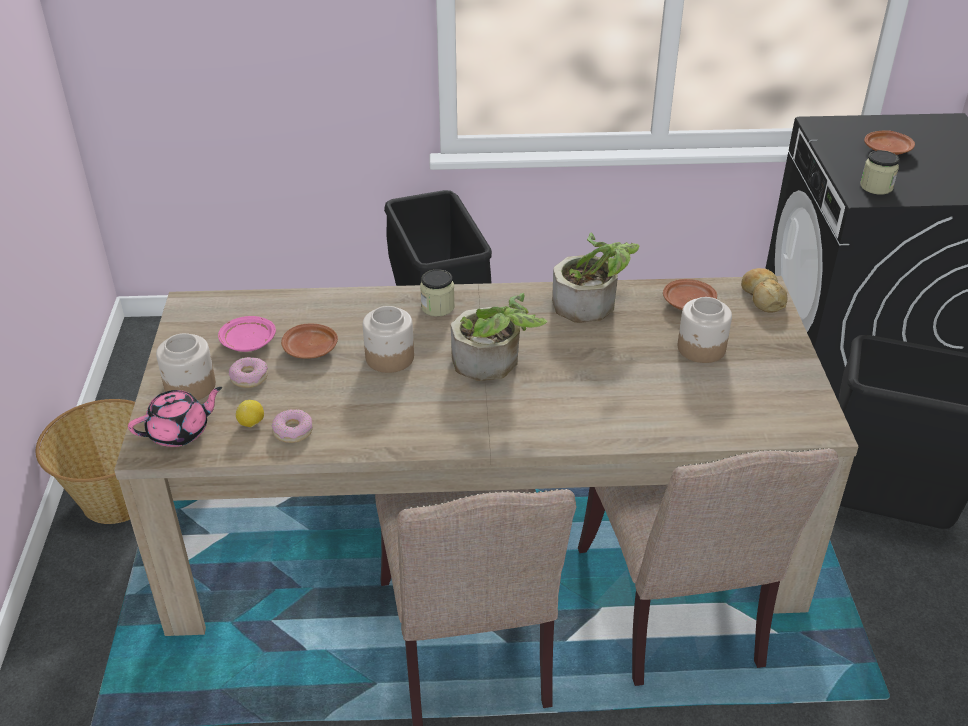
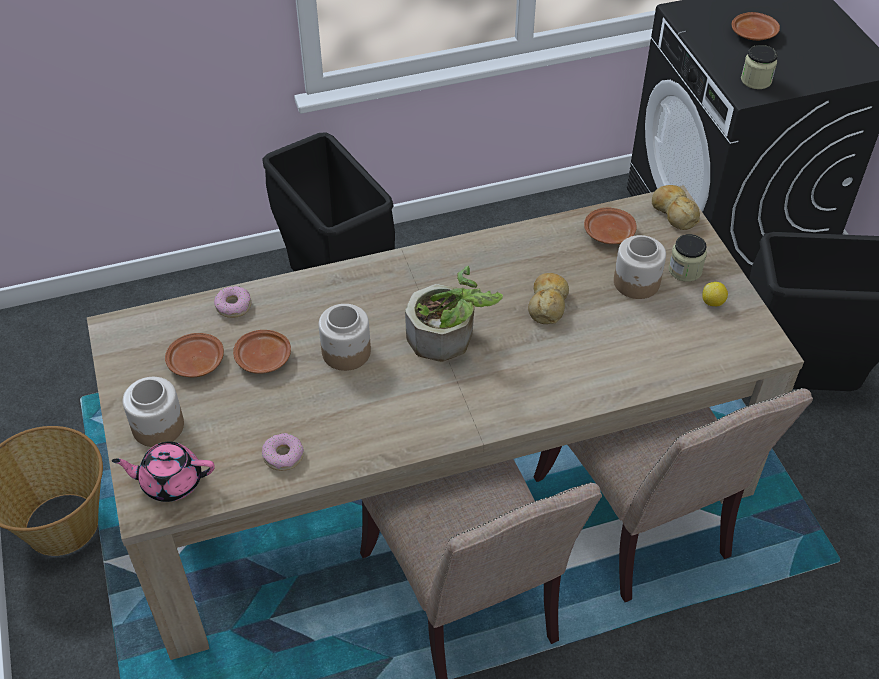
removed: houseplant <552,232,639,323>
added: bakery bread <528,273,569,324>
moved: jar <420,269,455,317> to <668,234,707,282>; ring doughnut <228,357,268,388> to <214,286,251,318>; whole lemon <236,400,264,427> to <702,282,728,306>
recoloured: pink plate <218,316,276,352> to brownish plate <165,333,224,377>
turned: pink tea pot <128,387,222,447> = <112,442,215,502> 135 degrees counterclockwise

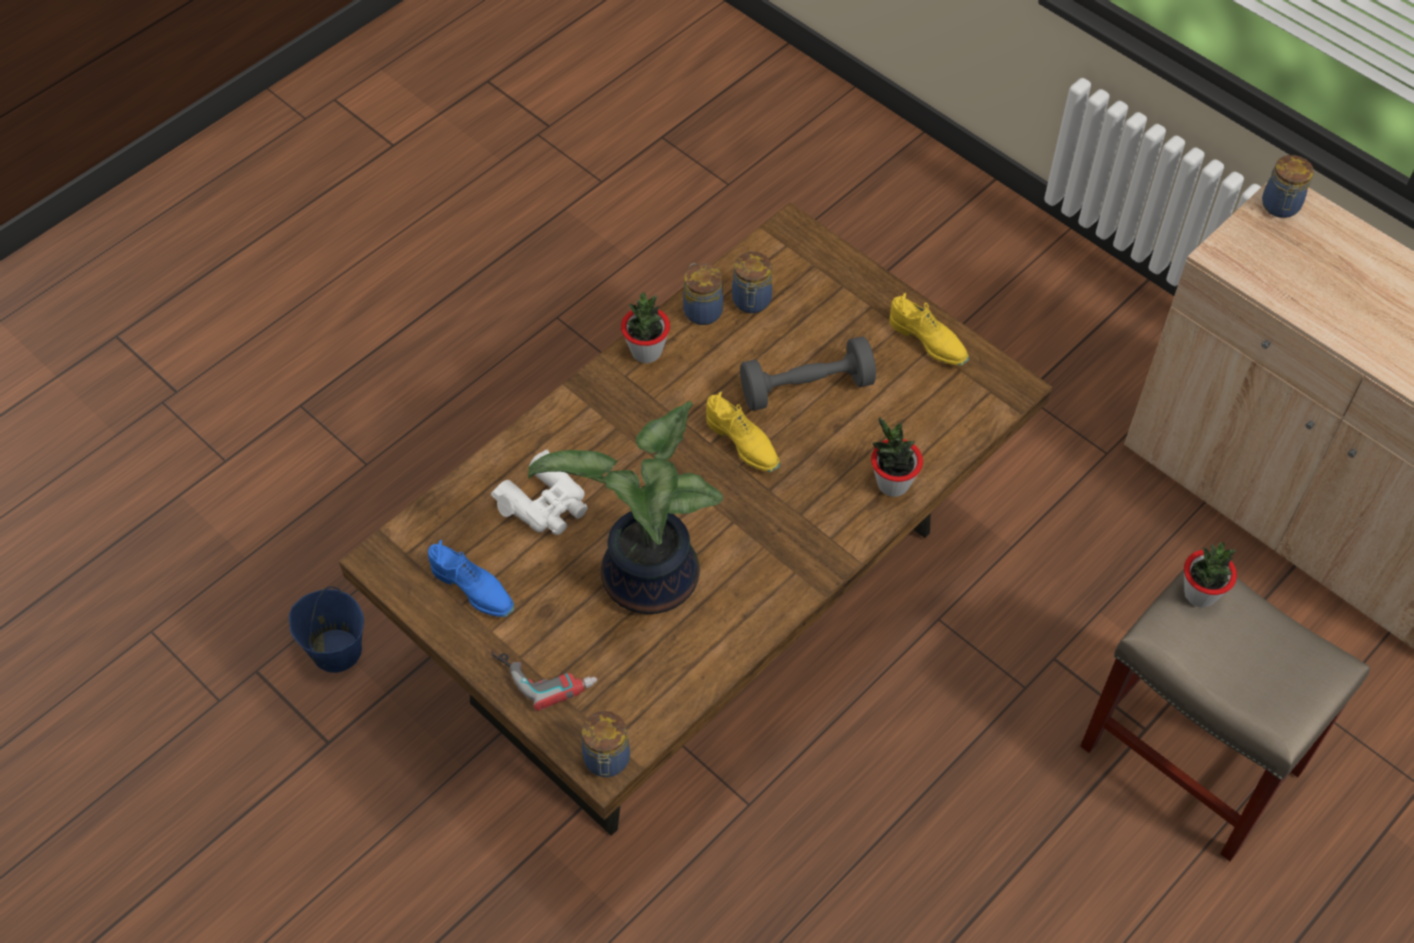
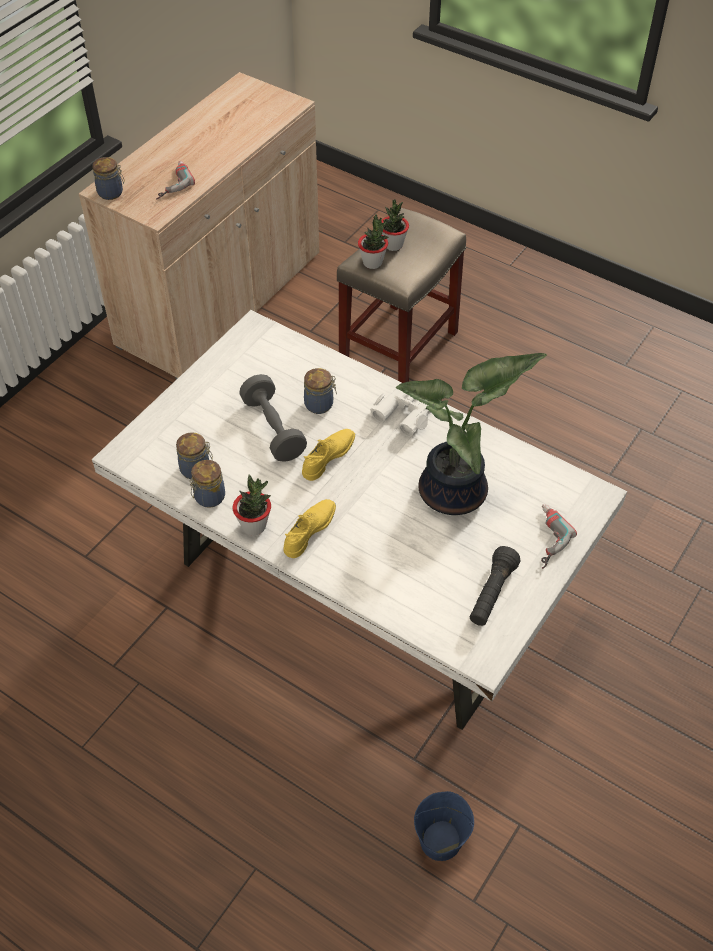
added: drill <156,161,195,200>
moved: yellowish item of footwear <889,293,969,366> to <283,499,336,558>; houseplant <871,417,923,497> to <381,199,409,251>; white field glasses <491,449,588,535> to <371,389,430,437>; jar <581,711,630,777> to <304,368,337,414>
replaced: blue item of footwear <428,540,515,617> to blackish hand torch <470,546,520,626>
recoloured: brownish dinner table <338,202,1052,836> to white dinner table <92,310,627,730>

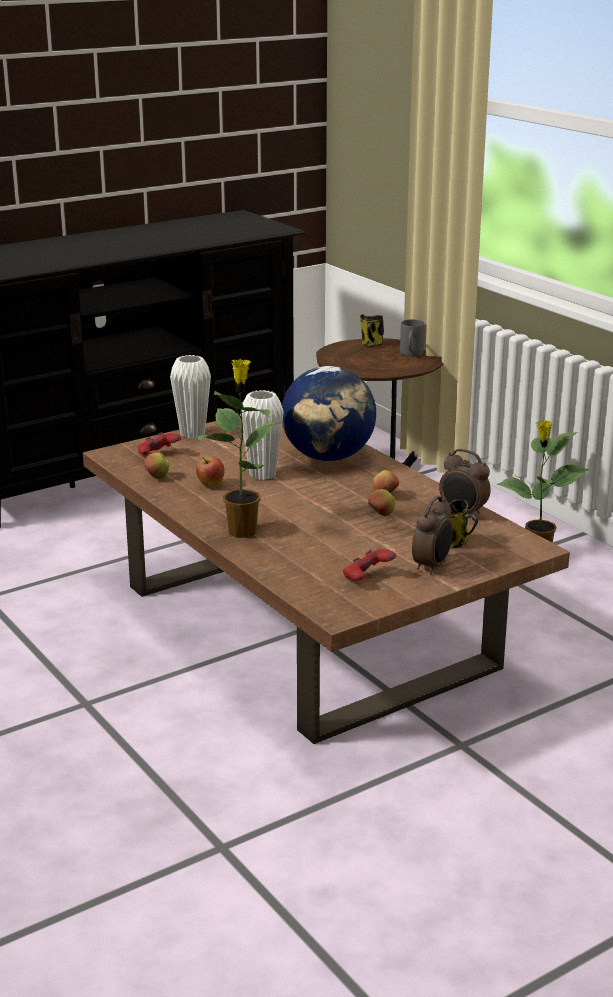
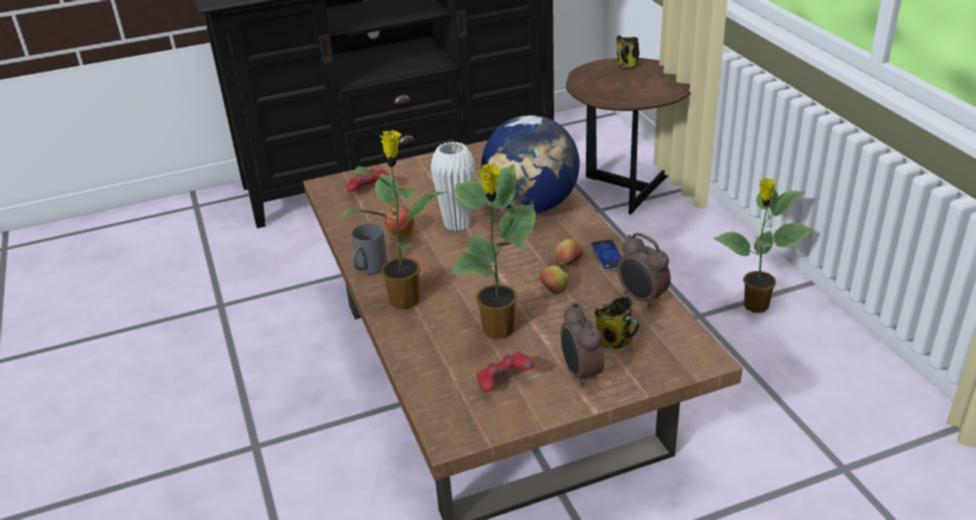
removed: white decorative vase <170,355,211,439>; apple fruit <144,453,169,479>
added: houseplant <450,164,536,339>; telephone <590,239,622,272>
moved: grey coffee mug <400,319,425,356> to <352,224,387,275>
turned: alarm clock <412,496,453,575> = <560,302,604,386> 120 degrees clockwise

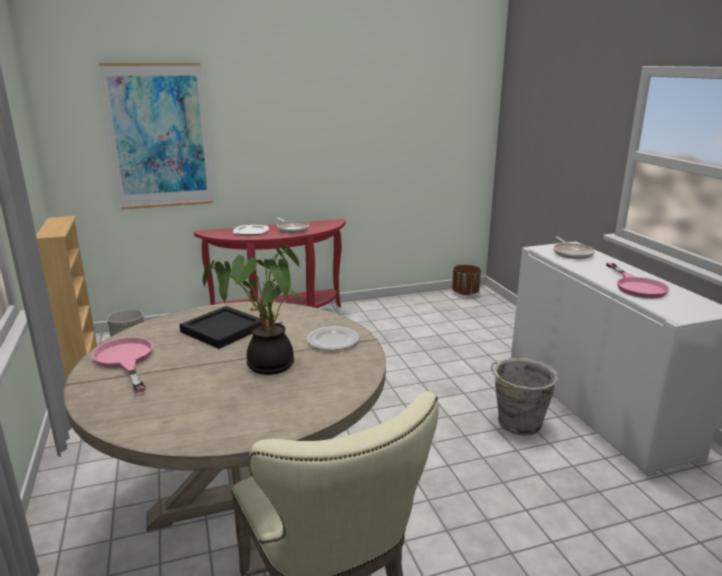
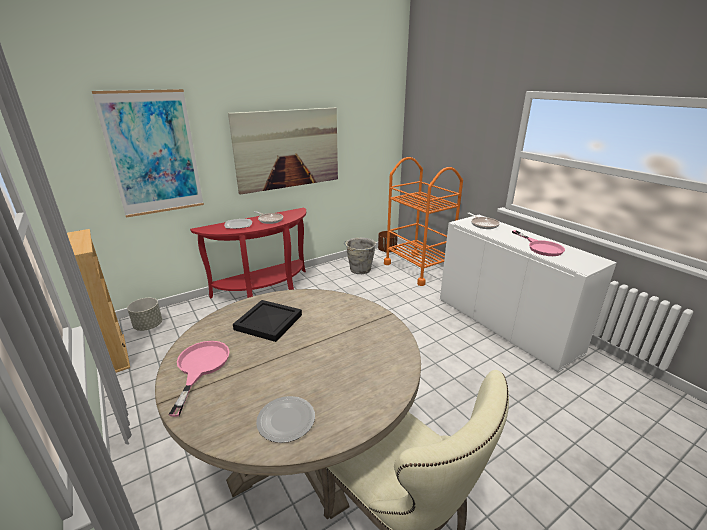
removed: houseplant <202,245,301,375>
added: picture <228,108,338,195>; orangey wheeled cart <384,157,463,286>
moved: plate <307,326,359,350> to <256,396,315,443>; grey water bucket <491,358,558,436> to <344,237,376,274>
turned: pink skillet <92,337,153,393> = <169,341,230,417> 45 degrees clockwise

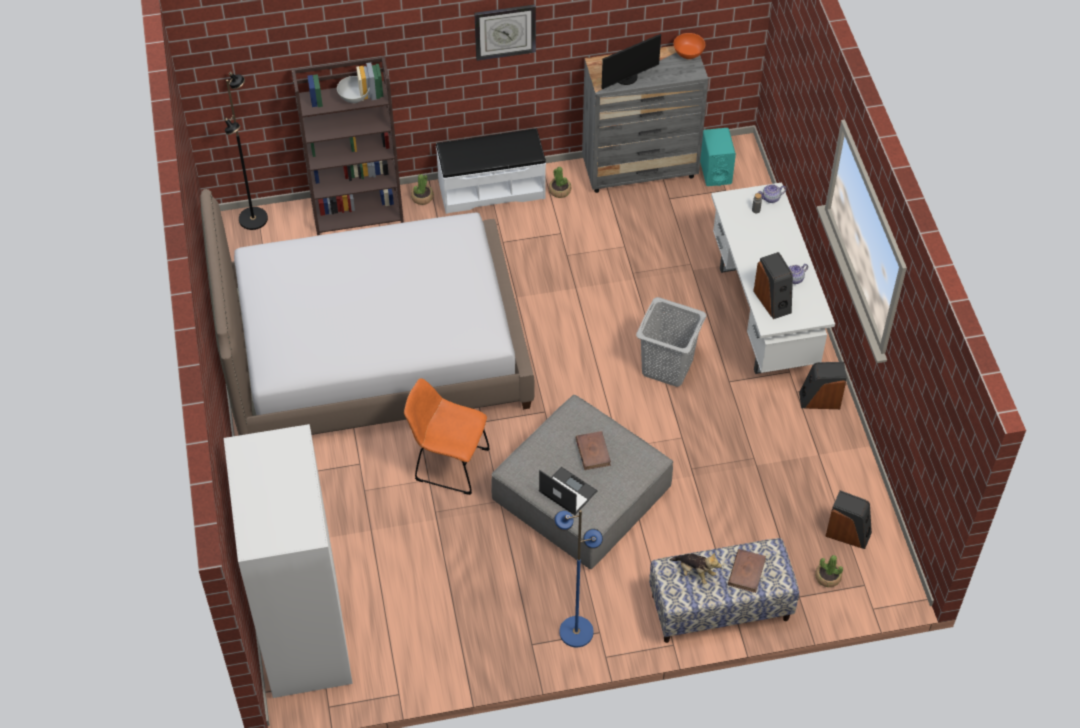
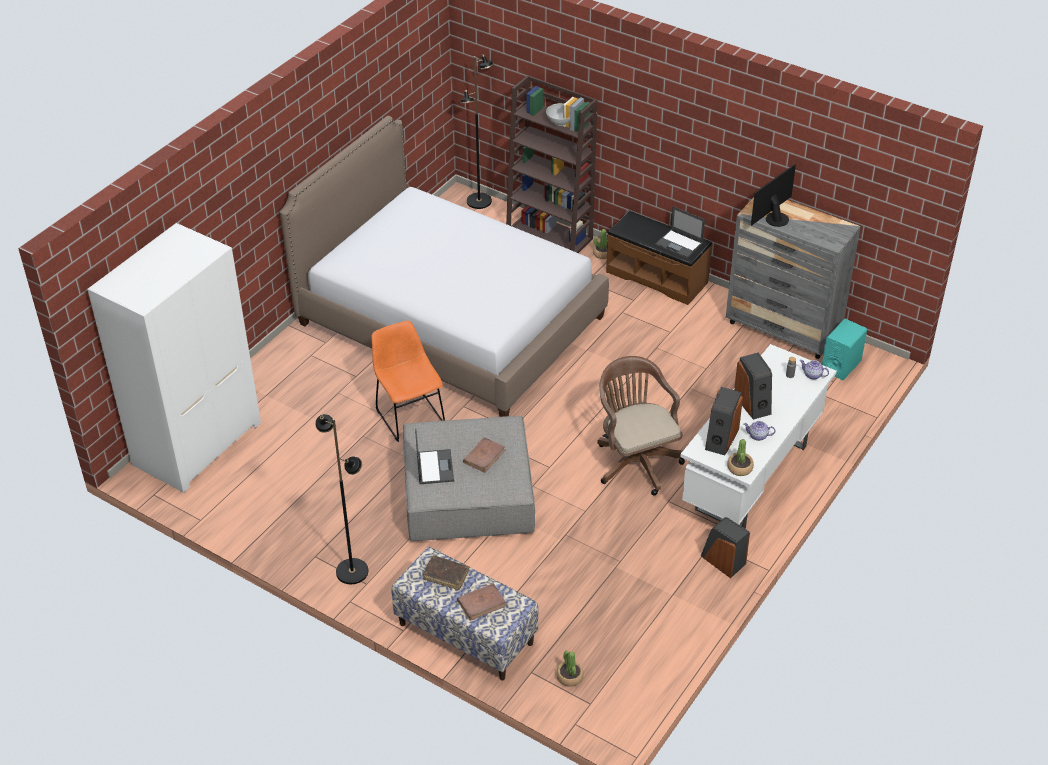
removed: wall clock <474,5,536,61>; orangey serving bowl <674,33,705,59>
added: laptop <655,206,705,258>
moved: houseplant <549,167,571,198> to <727,439,754,476>; speaker <825,490,872,549> to <734,353,772,420>
replaced: grey washing basket <636,297,706,387> to brownish office chair <597,356,685,496>; soft toy <670,553,722,585> to brownish book <423,555,470,590>
recoloured: white indoor bench <436,128,546,214> to brownish indoor bench <606,211,712,305>; blue floor lamp <554,510,603,647> to blackish floor lamp <316,414,368,584>
turned: computer display <601,34,661,89> = <751,165,796,227> 120 degrees clockwise

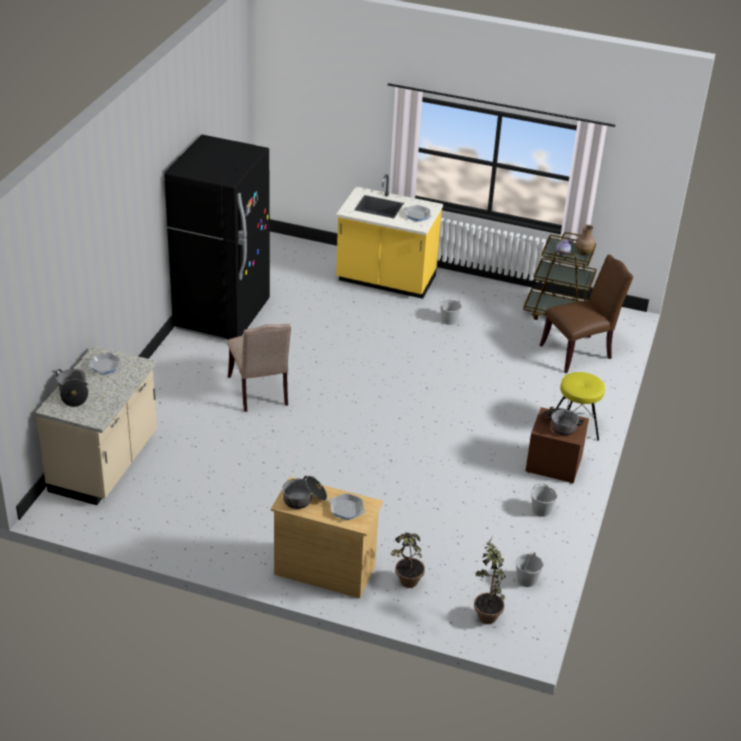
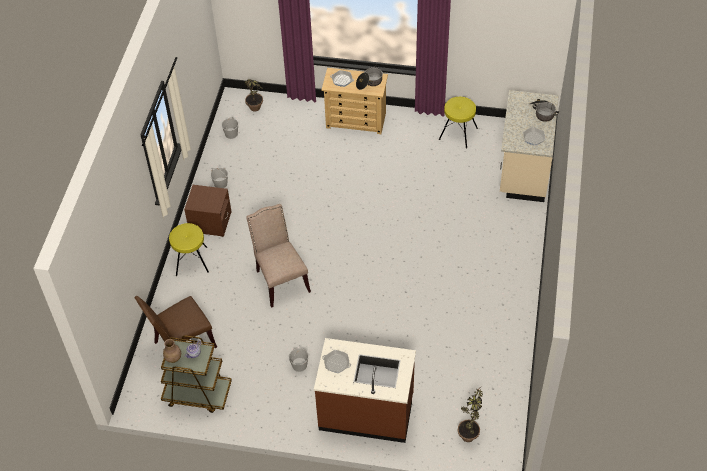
removed: blackish fridge <164,135,270,340>; stockpot <540,407,584,436>
added: yellowish stool <439,97,478,149>
moved: beige chair <228,324,291,412> to <246,204,311,308>; houseplant <391,533,425,588> to <458,385,483,442>
recoloured: yellowish kitchen base unit <336,174,443,299> to brownish kitchen base unit <314,338,416,443>

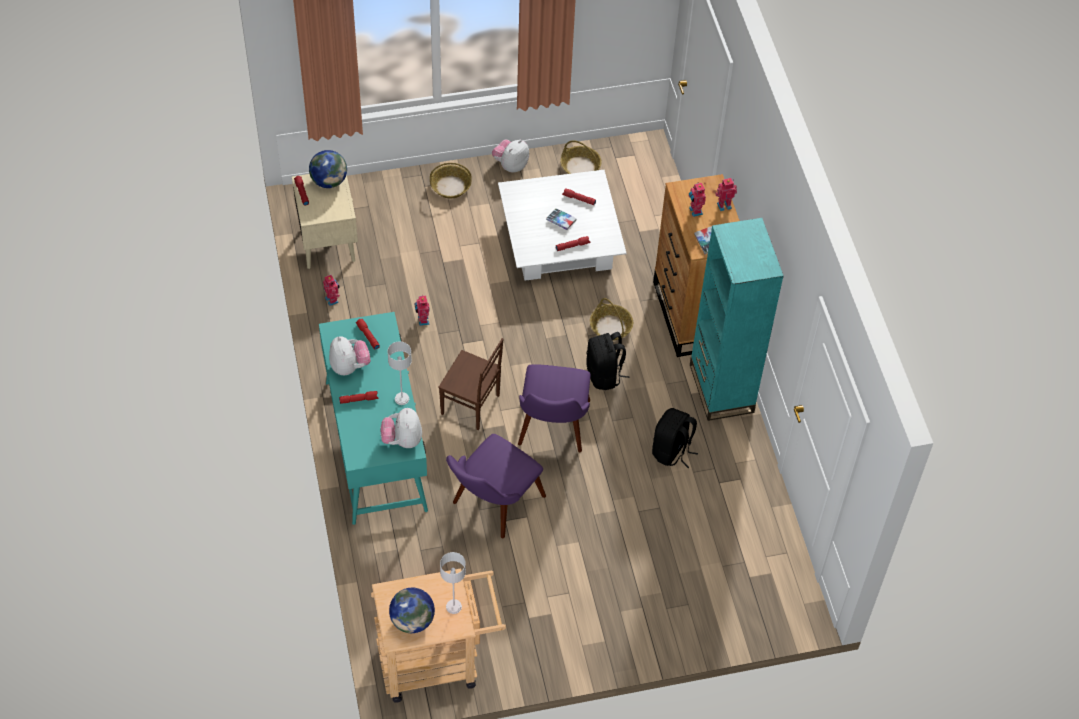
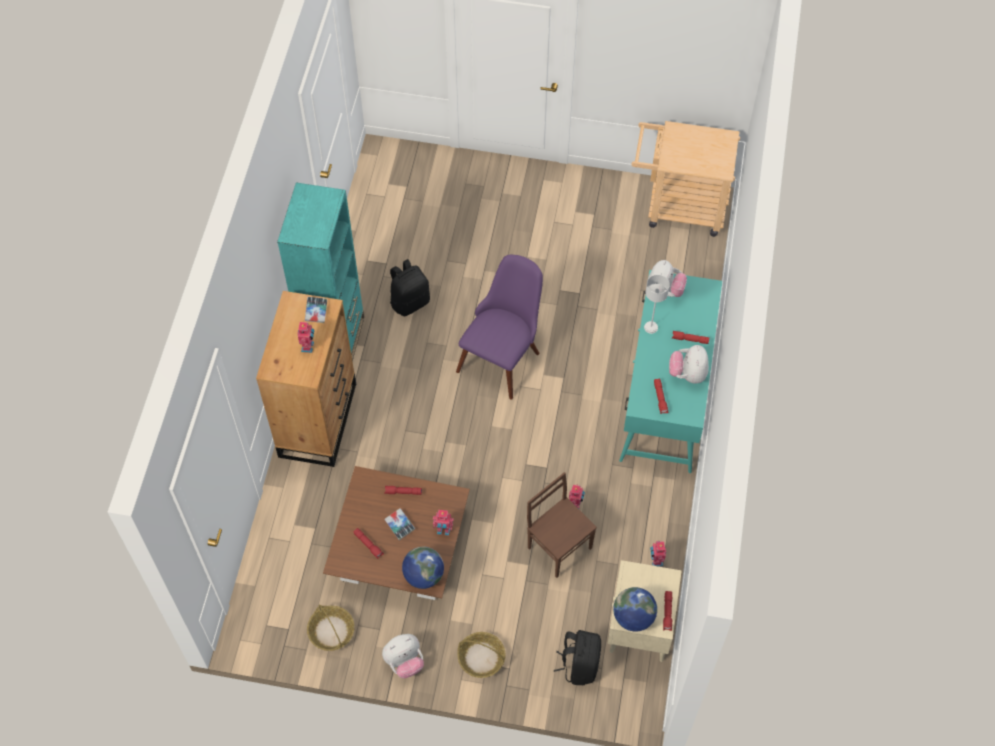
removed: storage basket <590,298,633,341>; purple chair <446,434,546,538>; grey table lamp <440,552,466,614>
moved: toy robot <715,178,737,211> to <433,510,454,536>; blackish rucksack <586,332,629,390> to <554,630,601,685>; brownish chair <438,338,504,430> to <527,472,597,578>; world globe <389,588,435,633> to <402,547,444,589>
recoloured: white lounge table <498,170,627,281> to brownish lounge table <323,466,470,600>

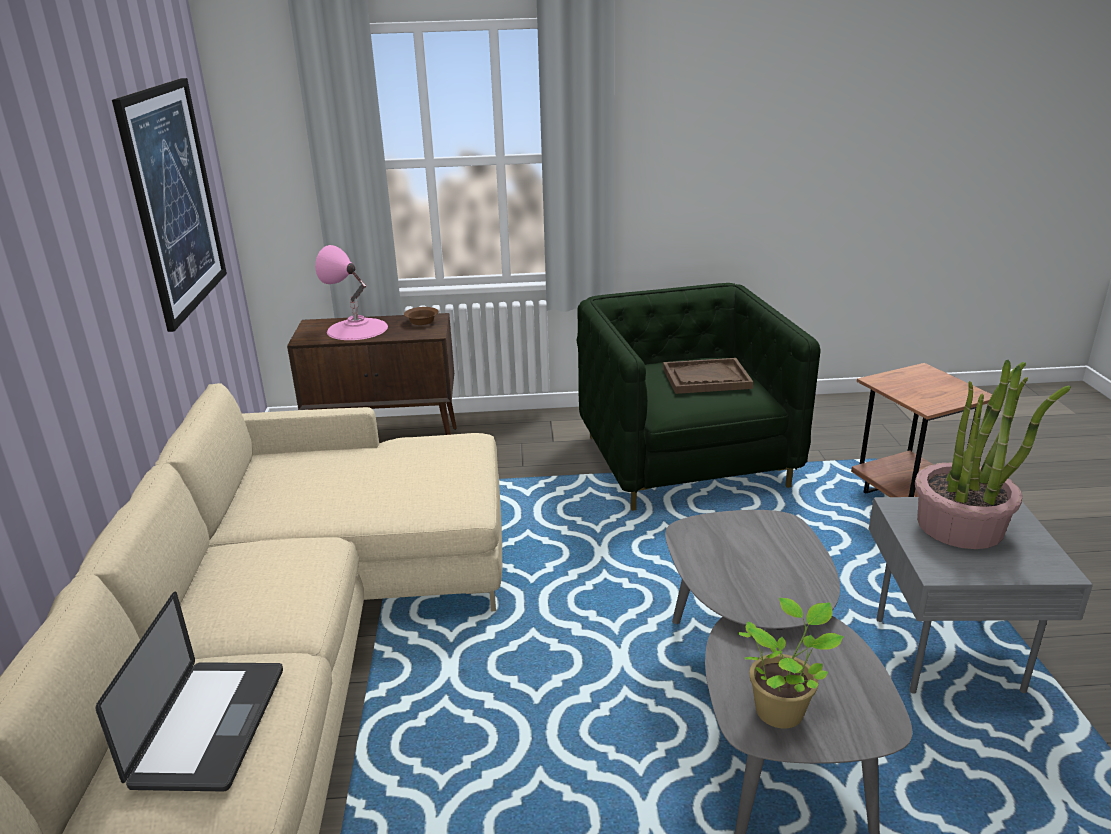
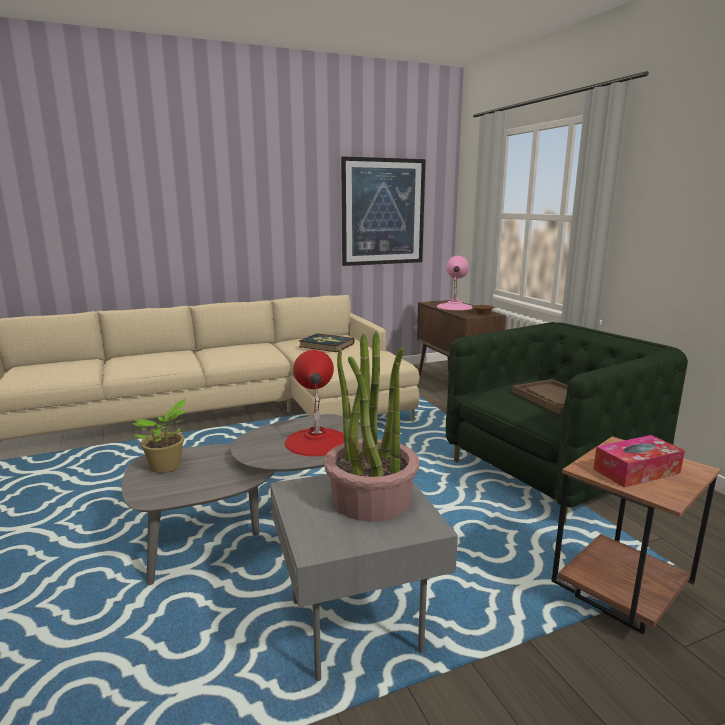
removed: laptop <96,591,283,792>
added: book <299,333,355,352>; reddish table lamp <285,350,344,456>; tissue holder <593,435,685,488>

